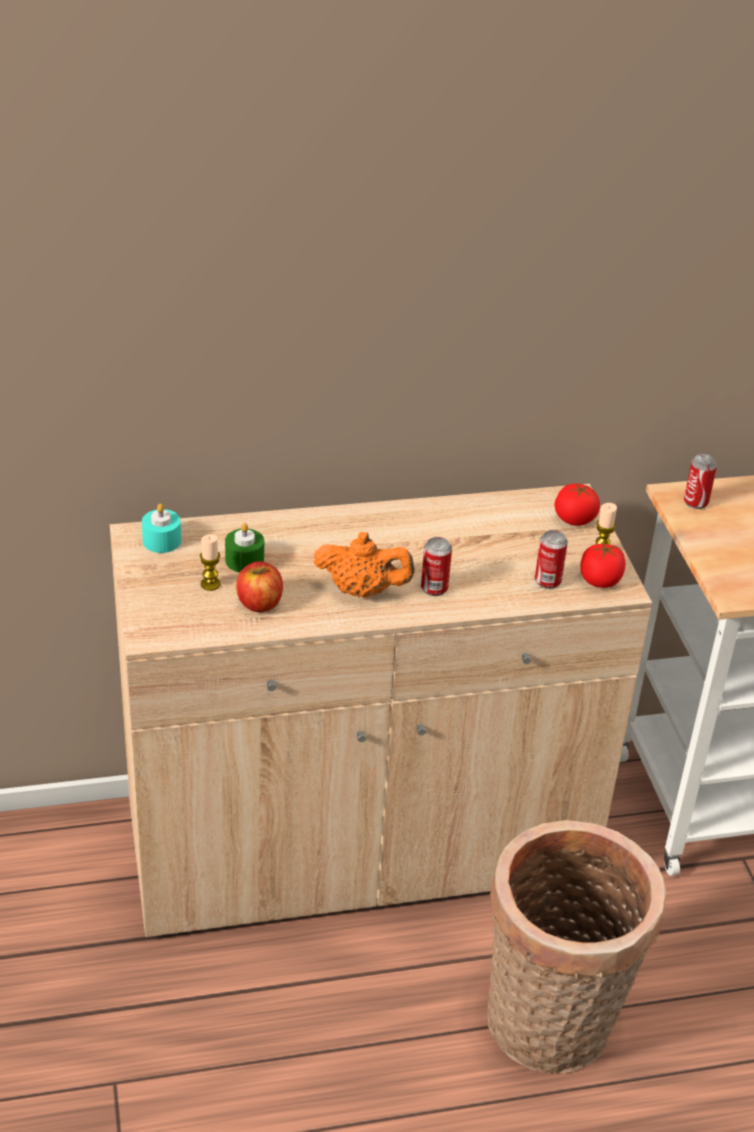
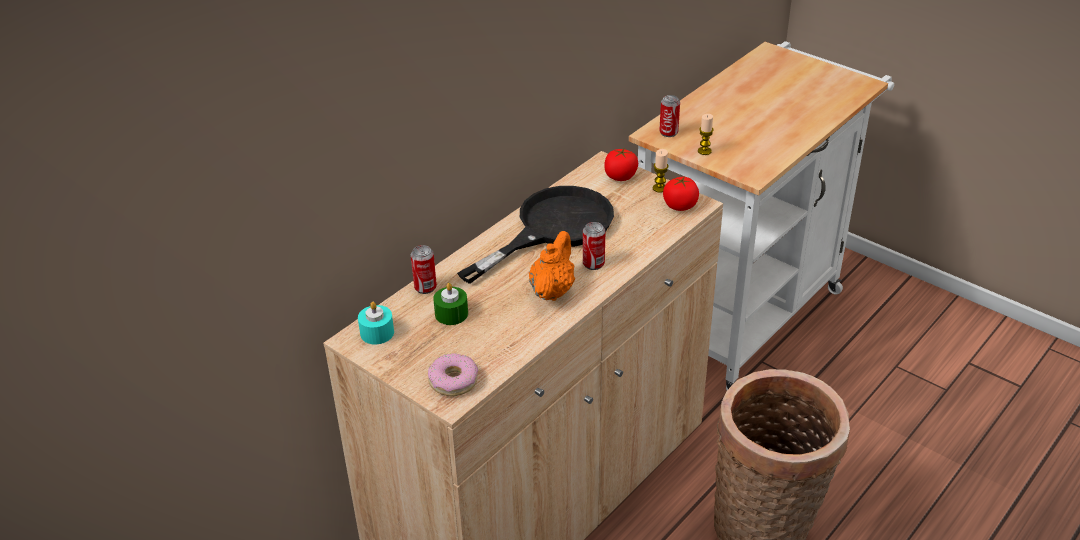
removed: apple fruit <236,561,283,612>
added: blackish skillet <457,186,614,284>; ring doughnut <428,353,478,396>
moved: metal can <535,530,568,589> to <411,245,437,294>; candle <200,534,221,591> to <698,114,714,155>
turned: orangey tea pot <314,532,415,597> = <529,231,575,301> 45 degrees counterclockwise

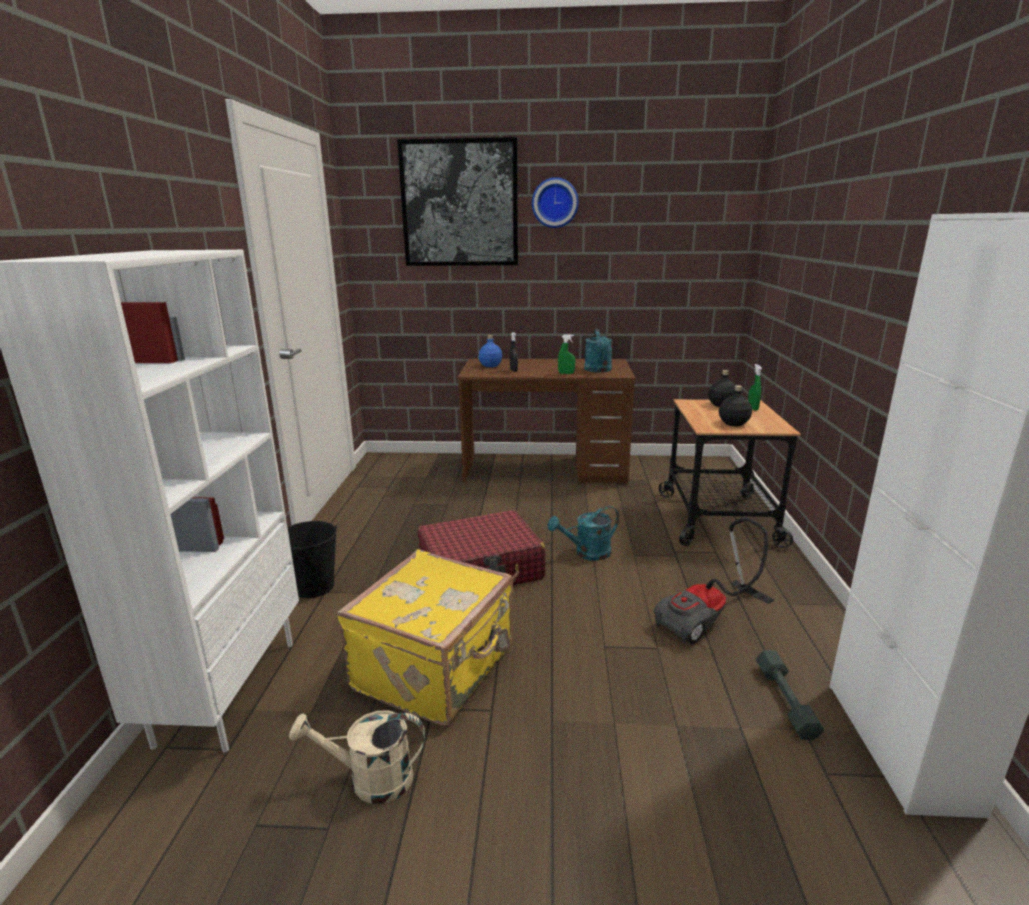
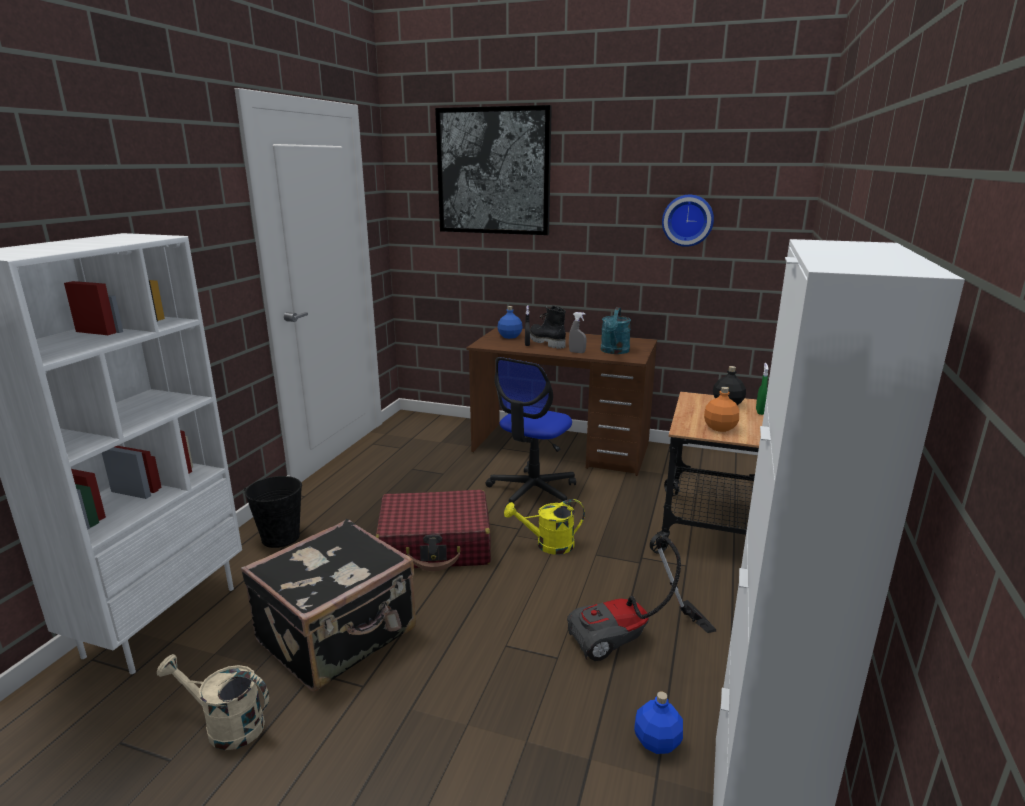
added: blackish boot <530,306,566,349>; office chair <486,357,576,508>
moved: wall clock <532,177,579,228> to <662,195,714,247>
replaced: grey hand weight <756,650,824,740> to blue beverage bottle <634,692,683,754>
recoloured: green sprayer <558,334,575,374> to grey sprayer <569,312,587,353>; blackish beverage bottle <719,385,752,426> to orangey beverage bottle <704,387,739,432>; turquoise sprinkling can <547,506,619,561> to yellowish sprinkling can <504,499,585,555>; yellowish suitcase <337,549,513,726> to blackish suitcase <241,519,416,691>

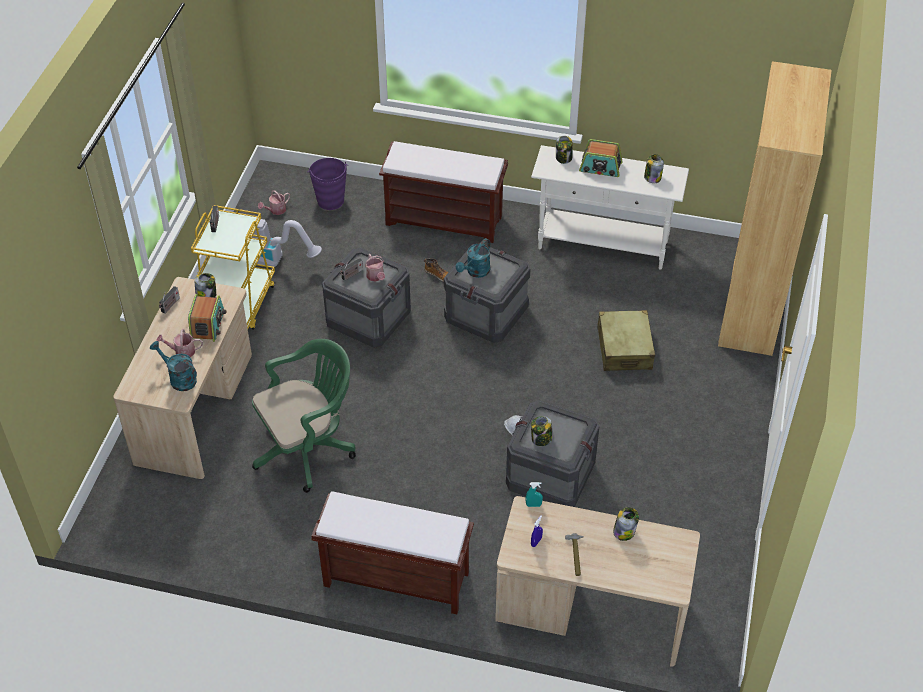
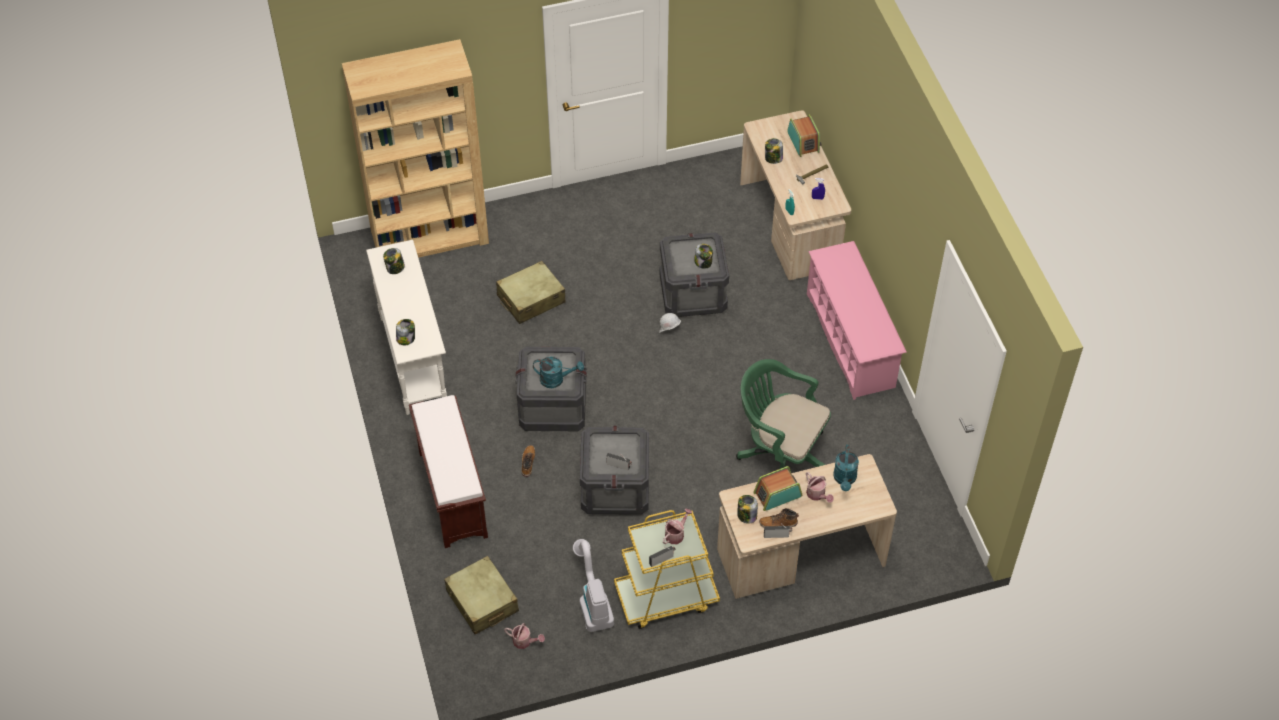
added: boot <759,508,799,527>
moved: radio set <579,139,623,177> to <787,114,821,157>; sprinkling can <365,254,385,282> to <663,508,692,544>
replaced: purple water bucket <308,158,348,210> to beige suitcase <444,556,519,634>; brownish indoor bench <311,491,474,614> to pink shoe shelf <807,241,907,400>

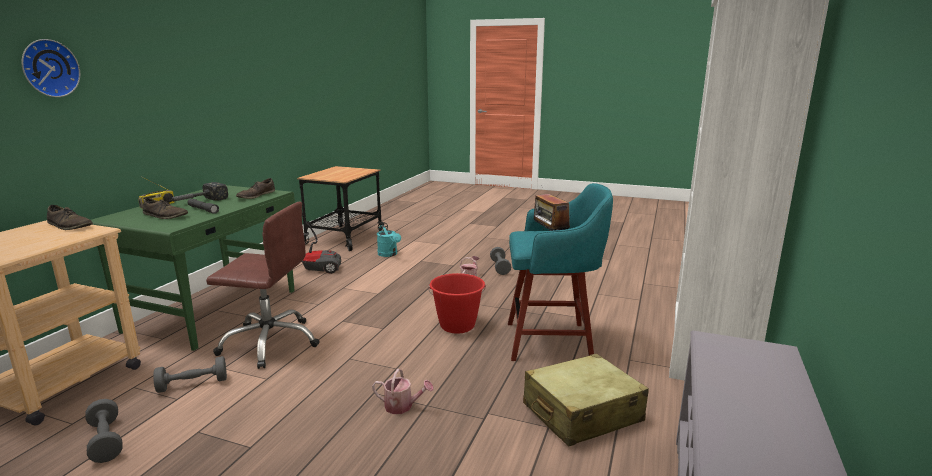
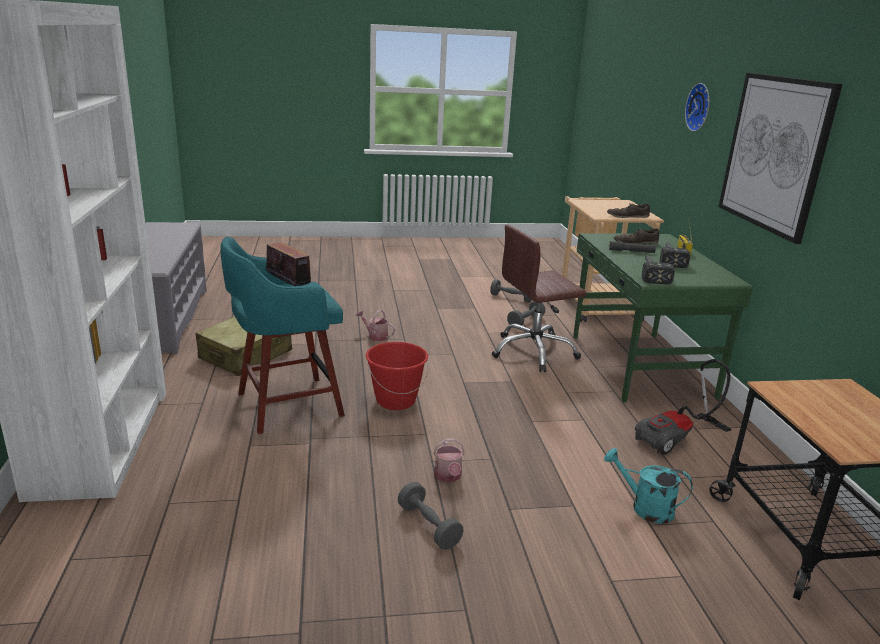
added: picture <719,73,843,244>
replaced: brownish item of footwear <236,178,275,199> to hammer <642,255,675,284>
turned: sprinkling can <372,369,434,414> = <356,310,395,341> 45 degrees clockwise

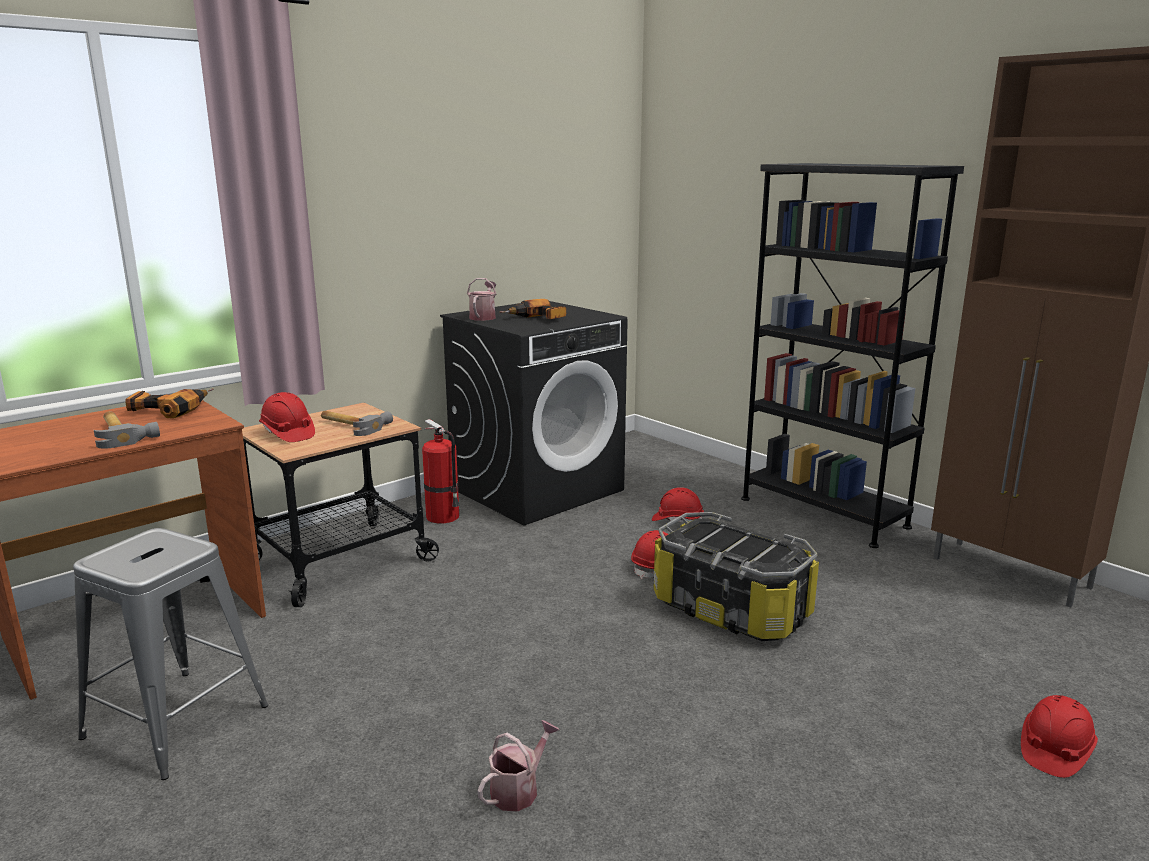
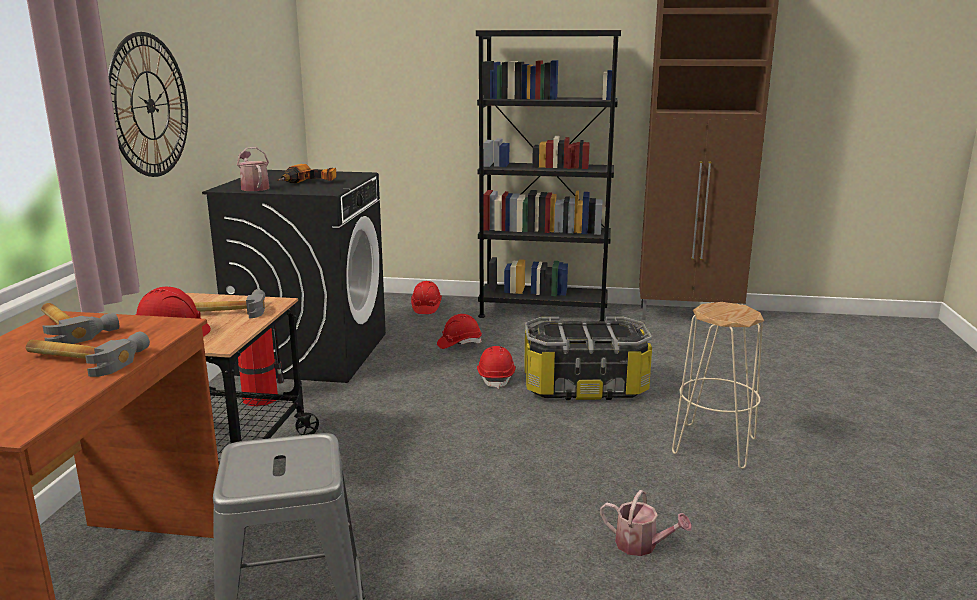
added: wall clock <108,32,188,177>; beige stool <672,302,764,469>
moved: reddish safety helmet <1021,695,1098,778> to <411,281,442,314>
replaced: drill <125,388,213,419> to hammer <41,303,119,344>
turned: sprinkling can <477,720,560,811> = <600,490,692,556> 120 degrees clockwise

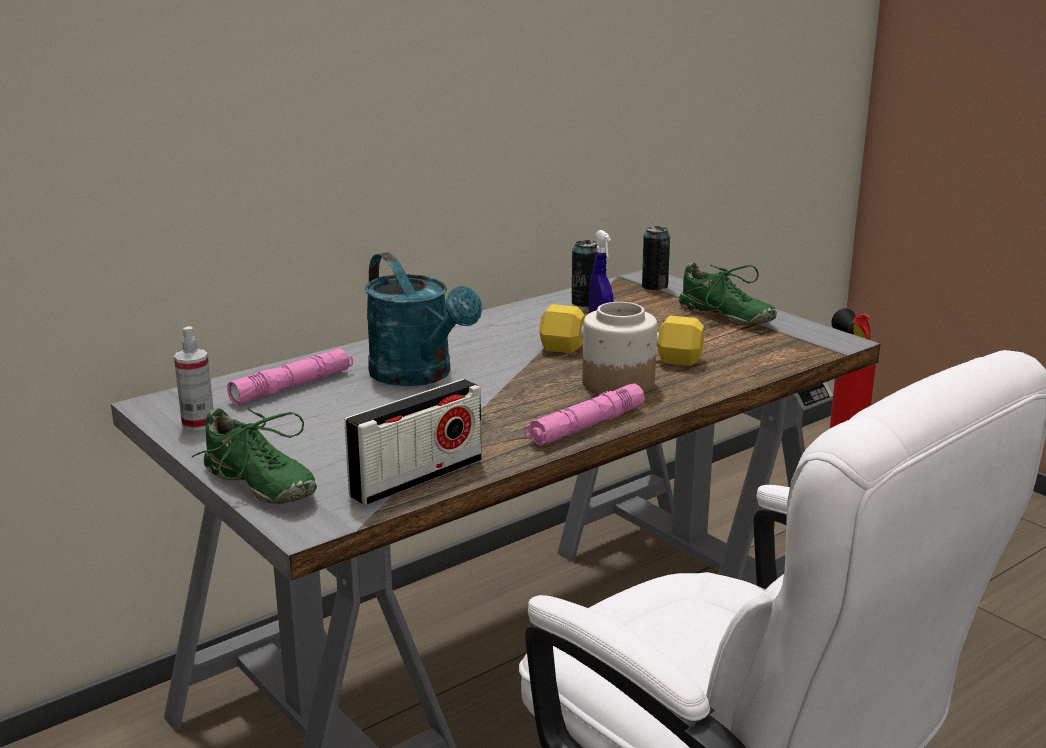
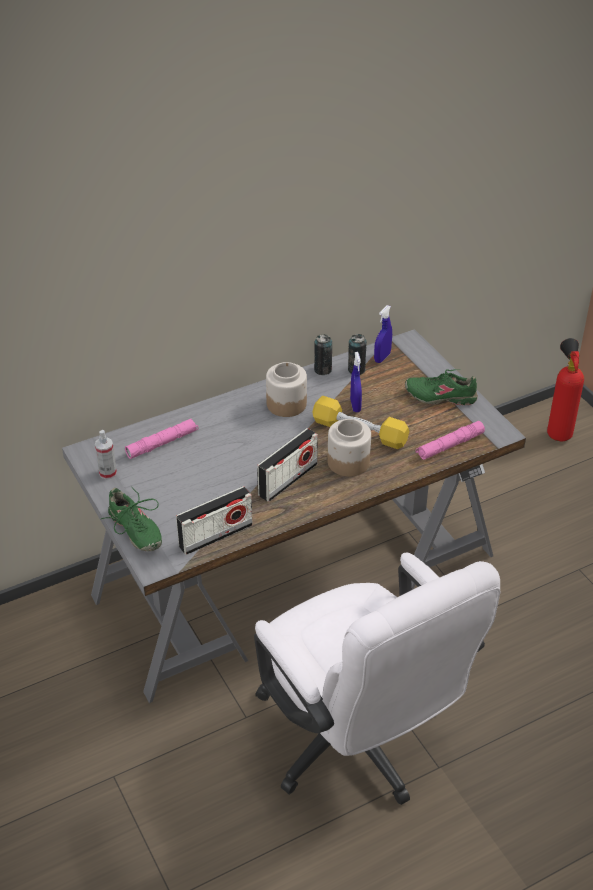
removed: turquoise sprinkling can <365,252,482,386>
added: blue sprayer <374,305,392,363>; jar <266,362,307,417>; radio set <257,428,318,502>
moved: metal can <642,226,670,290> to <314,334,332,375>; pink hand torch <525,384,645,446> to <416,421,485,460>
turned: green item of footwear <679,263,777,325> = <405,369,478,405> 135 degrees clockwise

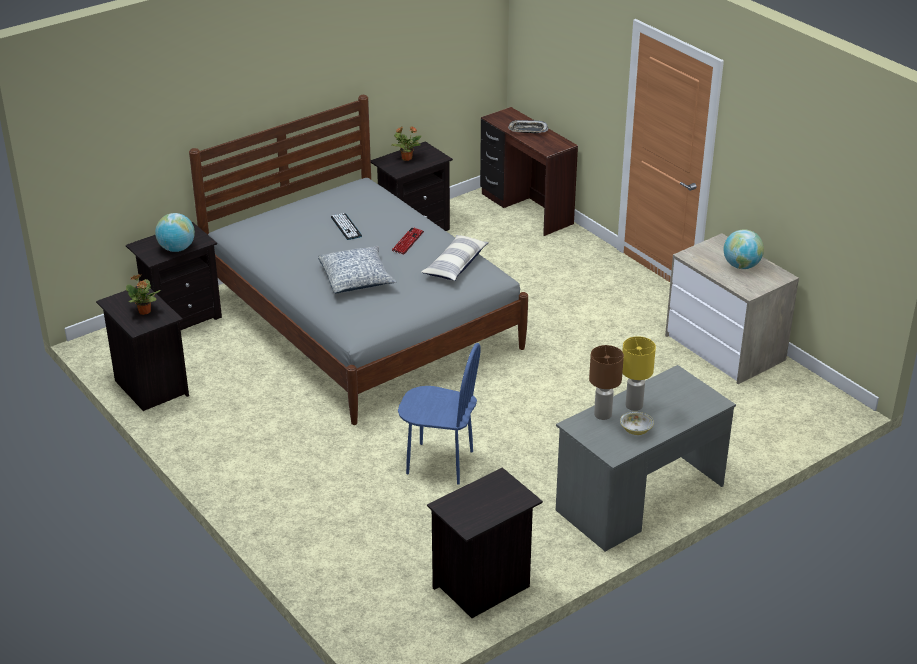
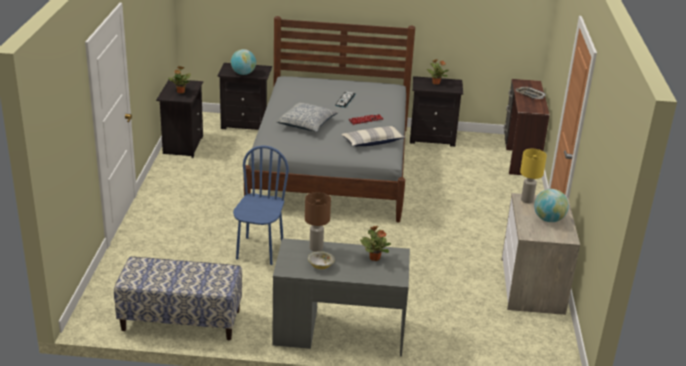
added: houseplant <360,226,391,261>
moved: yellowish table lamp <622,336,656,411> to <520,149,547,204>
replaced: blackish bedside table <427,467,543,618> to indoor bench <114,257,242,340>
turned: blue chair <398,343,481,485> = <233,146,289,265> 135 degrees counterclockwise

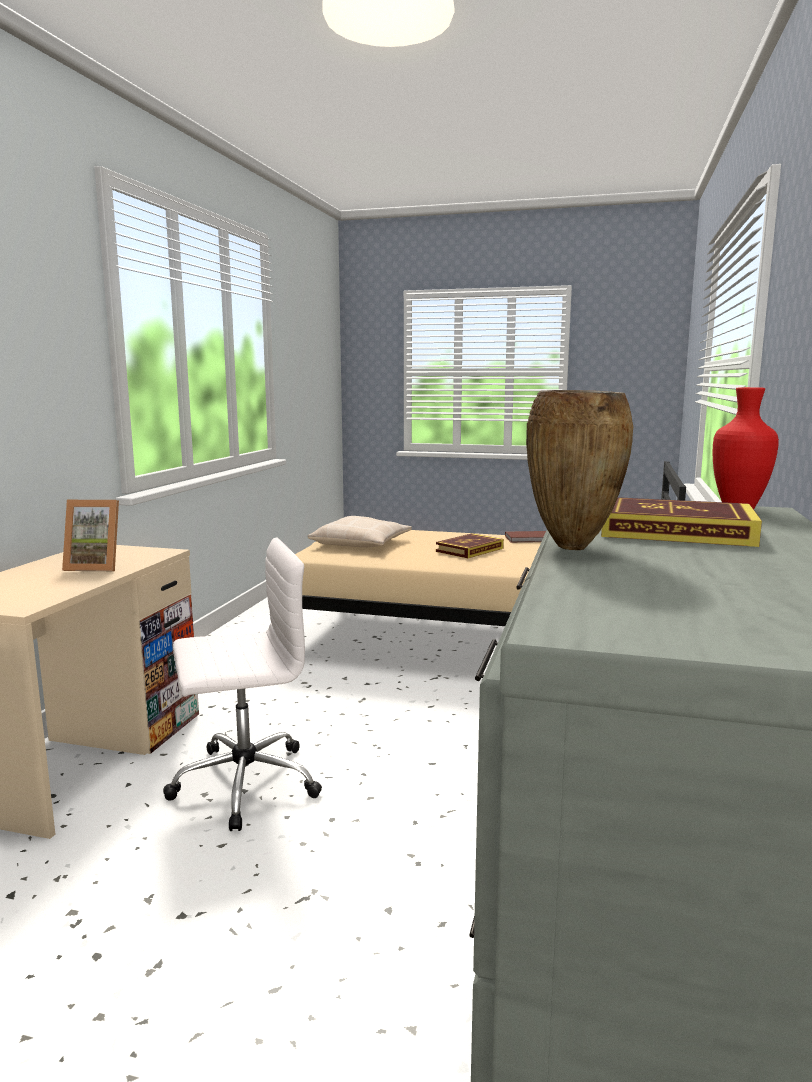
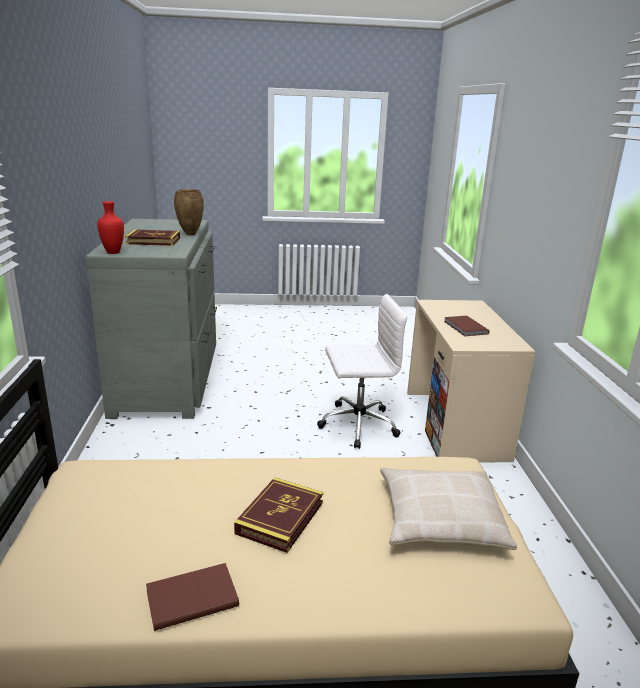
replaced: photo frame <62,500,119,571> to brownish book <444,316,490,336>
turned: white office chair <163,537,322,831> = <317,294,407,449> 150 degrees counterclockwise

